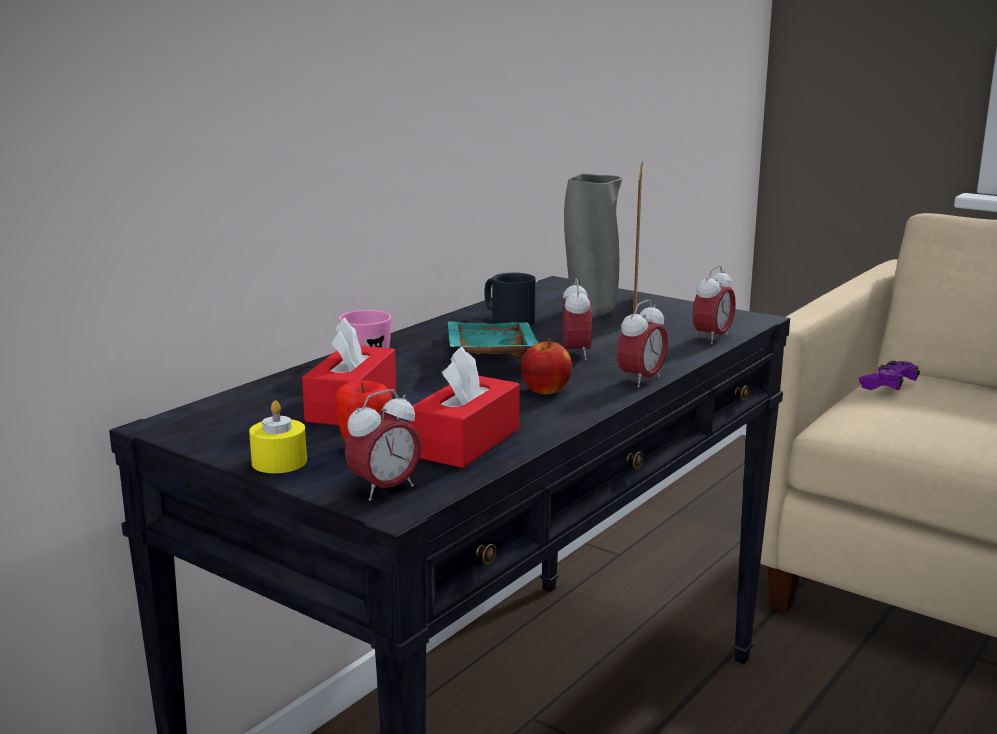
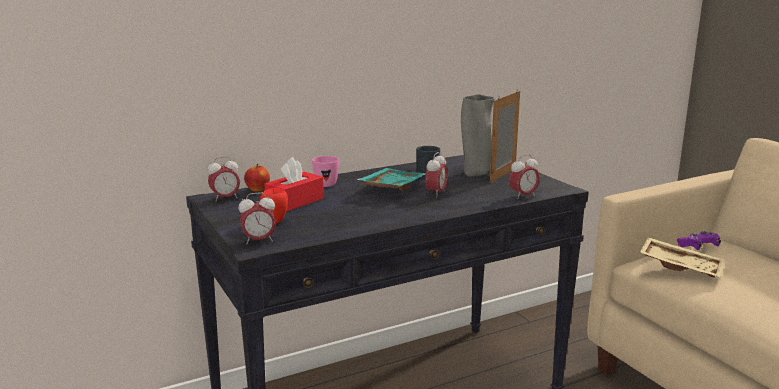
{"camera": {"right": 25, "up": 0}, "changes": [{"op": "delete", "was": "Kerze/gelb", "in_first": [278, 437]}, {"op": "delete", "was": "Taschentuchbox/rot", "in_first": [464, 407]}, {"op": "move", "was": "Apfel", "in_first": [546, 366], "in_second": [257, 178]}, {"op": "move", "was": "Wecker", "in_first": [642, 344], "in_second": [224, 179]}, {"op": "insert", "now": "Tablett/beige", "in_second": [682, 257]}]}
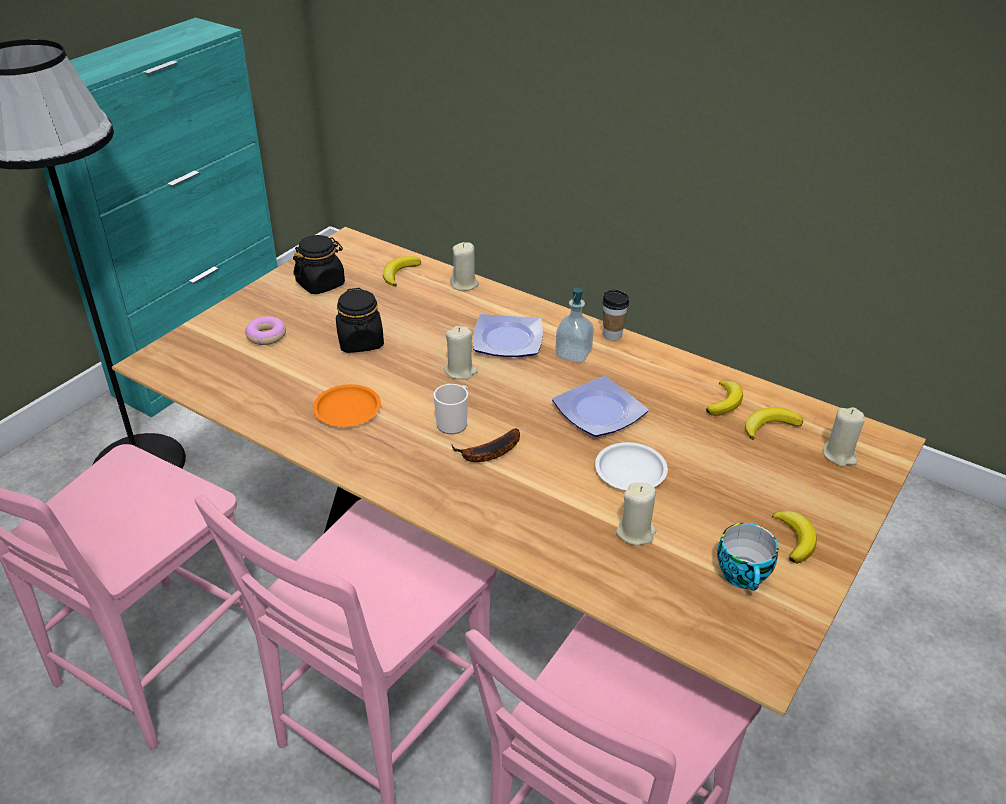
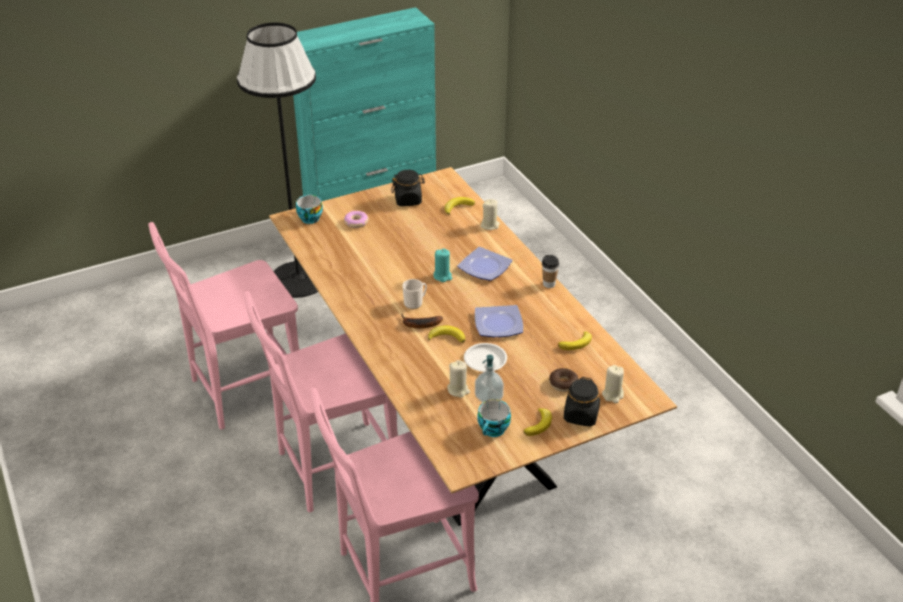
{"camera": {"right": 30, "up": 0}, "changes": [{"op": "delete", "was": "Teller/orange", "in_first": [347, 405]}, {"op": "move", "was": "Vorratsglas/schwarz", "in_first": [360, 320], "in_second": [582, 402]}, {"op": "recolor", "was": "Kerze/beige", "now": "Kerze/türkis", "in_first": [461, 353], "in_second": [443, 265]}, {"op": "move", "was": "Seifenspender", "in_first": [574, 325], "in_second": [489, 379]}, {"op": "move", "was": "Banane", "in_first": [774, 423], "in_second": [446, 334]}, {"op": "insert", "now": "Tasse", "in_second": [309, 209]}, {"op": "insert", "now": "Donut", "in_second": [564, 380]}]}
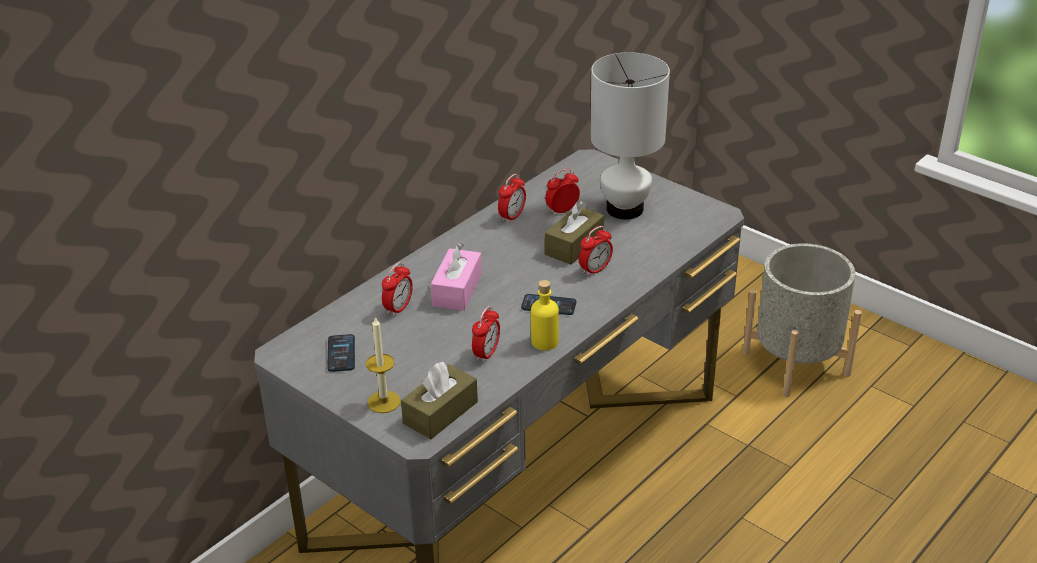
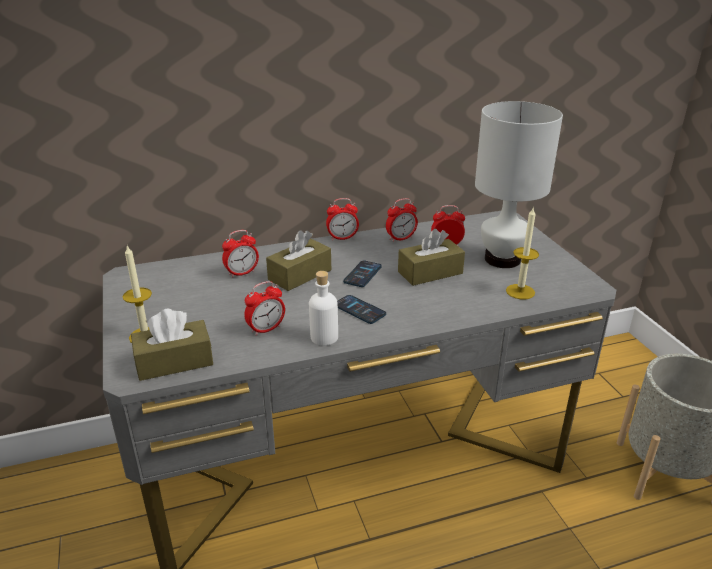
{"camera": {"right": 30, "up": -5}, "changes": [{"op": "move", "was": "Handy", "in_first": [341, 353], "in_second": [362, 273]}, {"op": "recolor", "was": "Taschentuchbox/rosa", "now": "Taschentuchbox/braun", "in_first": [456, 277], "in_second": [298, 261]}, {"op": "recolor", "was": "Flasche/gelb", "now": "Flasche/weiß", "in_first": [545, 315], "in_second": [323, 308]}, {"op": "move", "was": "Wecker", "in_first": [596, 251], "in_second": [342, 219]}, {"op": "insert", "now": "Kerze", "in_second": [522, 253]}]}
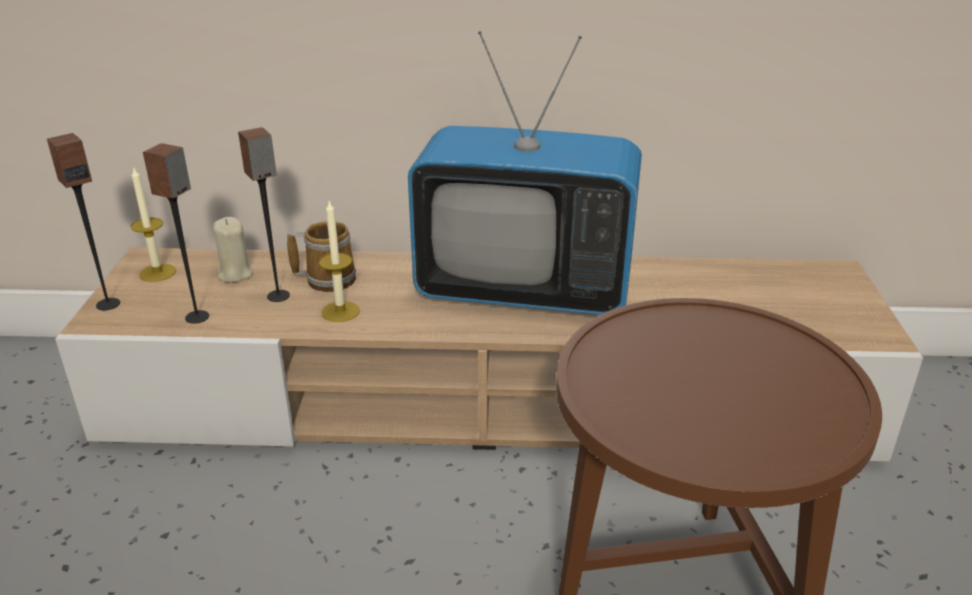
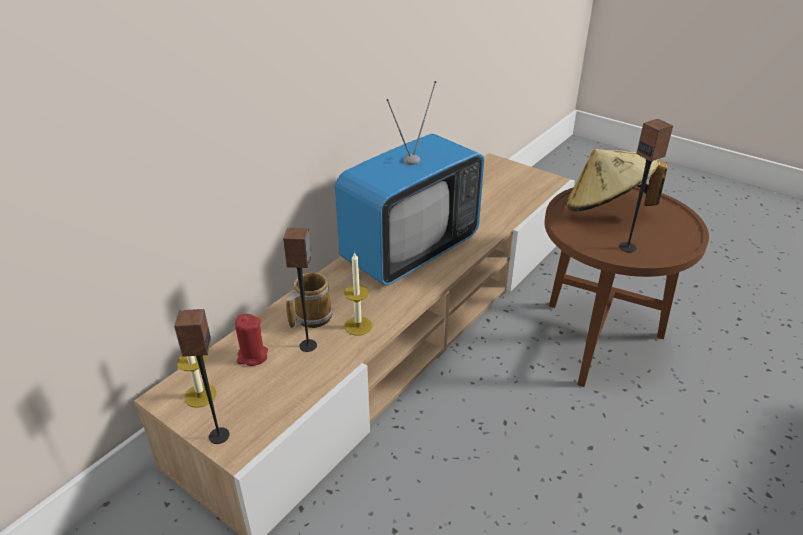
{"camera": {"right": -55, "up": 5}, "changes": [{"op": "move", "was": "Lautsprecher", "in_first": [176, 233], "in_second": [646, 185]}, {"op": "recolor", "was": "Kerze/beige", "now": "Kerze/rot", "in_first": [233, 250], "in_second": [251, 340]}, {"op": "insert", "now": "Hut/beige", "in_second": [617, 180]}]}
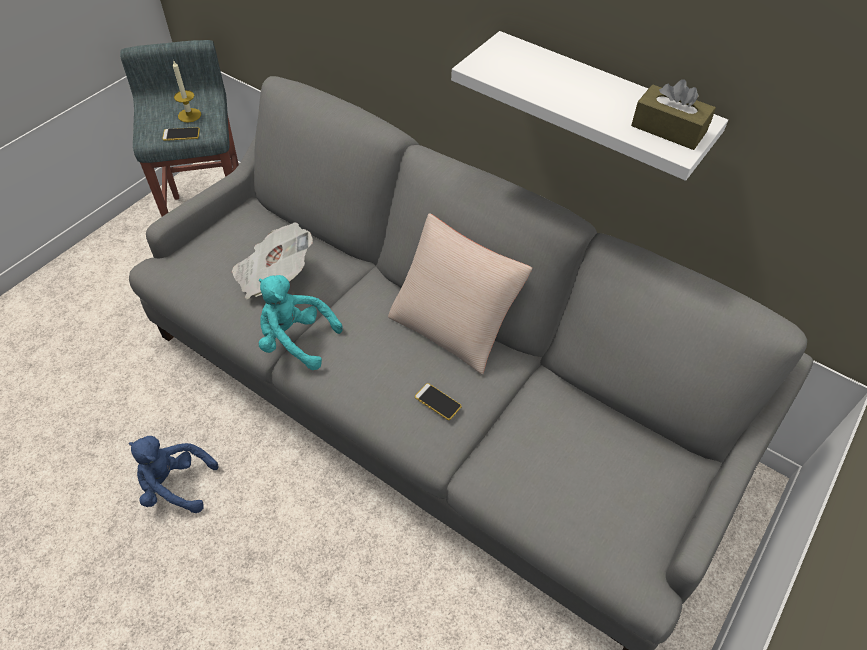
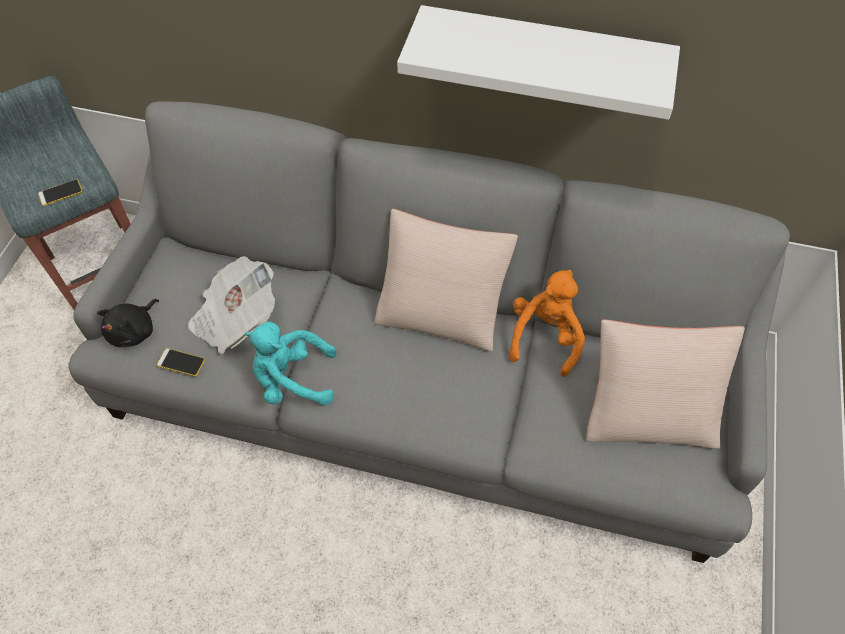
{"camera": {"right": -20, "up": 5}, "changes": [{"op": "delete", "was": "Plüschtier/blau", "in_first": [174, 474]}, {"op": "delete", "was": "Kerze", "in_first": [187, 91]}, {"op": "move", "was": "Handy", "in_first": [438, 401], "in_second": [181, 362]}, {"op": "delete", "was": "Taschentuchbox/braun", "in_first": [673, 115]}, {"op": "insert", "now": "Plüschtier/schwarz", "in_second": [128, 323]}, {"op": "insert", "now": "Plüschtier/orange", "in_second": [547, 323]}, {"op": "insert", "now": "Kissen/beige", "in_second": [665, 384]}]}
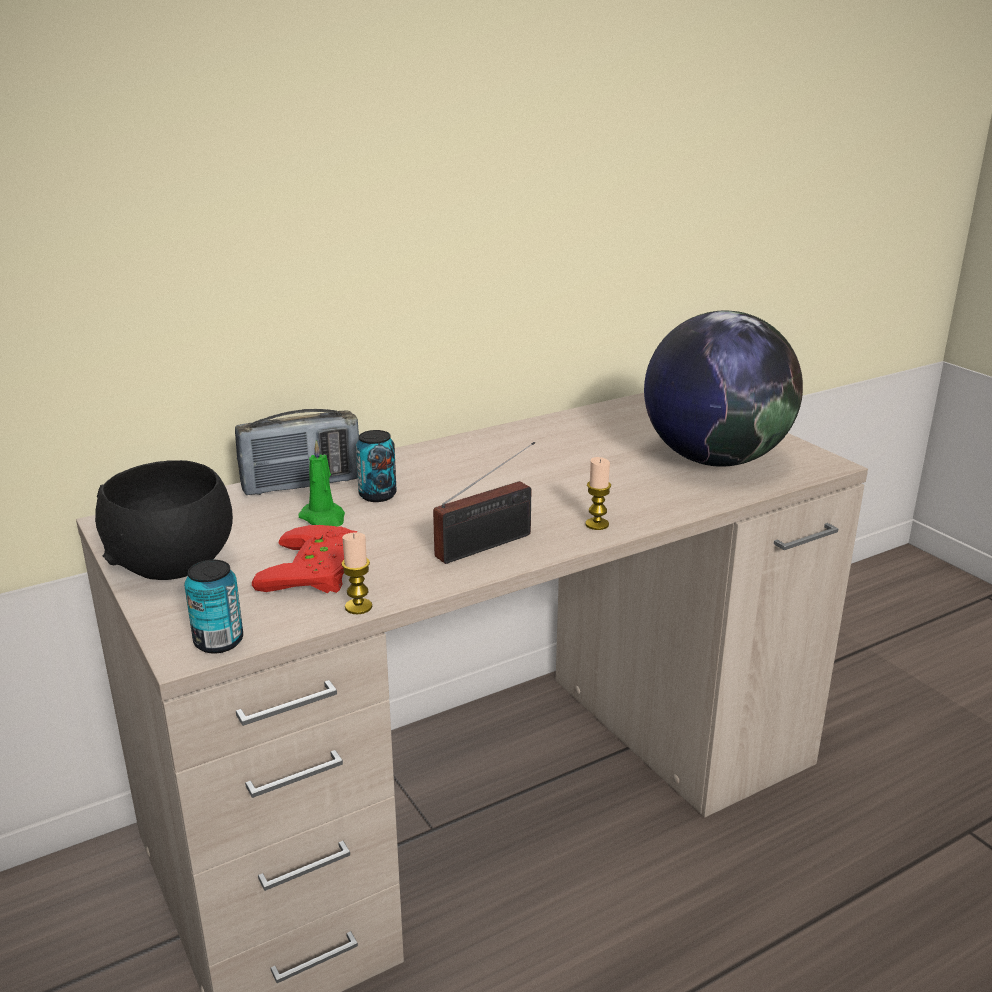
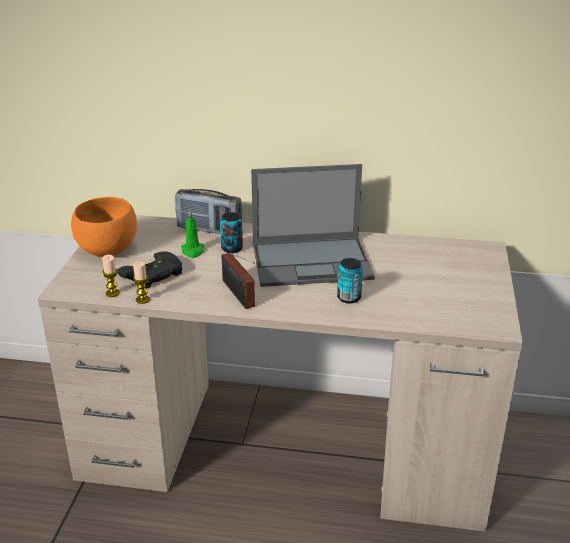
{"camera": {"right": 40, "up": 5}, "changes": [{"op": "recolor", "was": "Schüssel/schwarz", "now": "Schüssel/orange", "in_first": [164, 520], "in_second": [104, 227]}, {"op": "move", "was": "Dose", "in_first": [213, 607], "in_second": [350, 280]}, {"op": "recolor", "was": "Gamepad/rot", "now": "Gamepad/schwarz", "in_first": [304, 559], "in_second": [149, 270]}, {"op": "rotate", "was": "Radio", "in_first": [484, 503], "in_second": [238, 281], "clockwise": 60}, {"op": "move", "was": "Kerze", "in_first": [598, 493], "in_second": [111, 276]}, {"op": "delete", "was": "Globus", "in_first": [723, 388]}, {"op": "insert", "now": "Laptop", "in_second": [313, 225]}]}
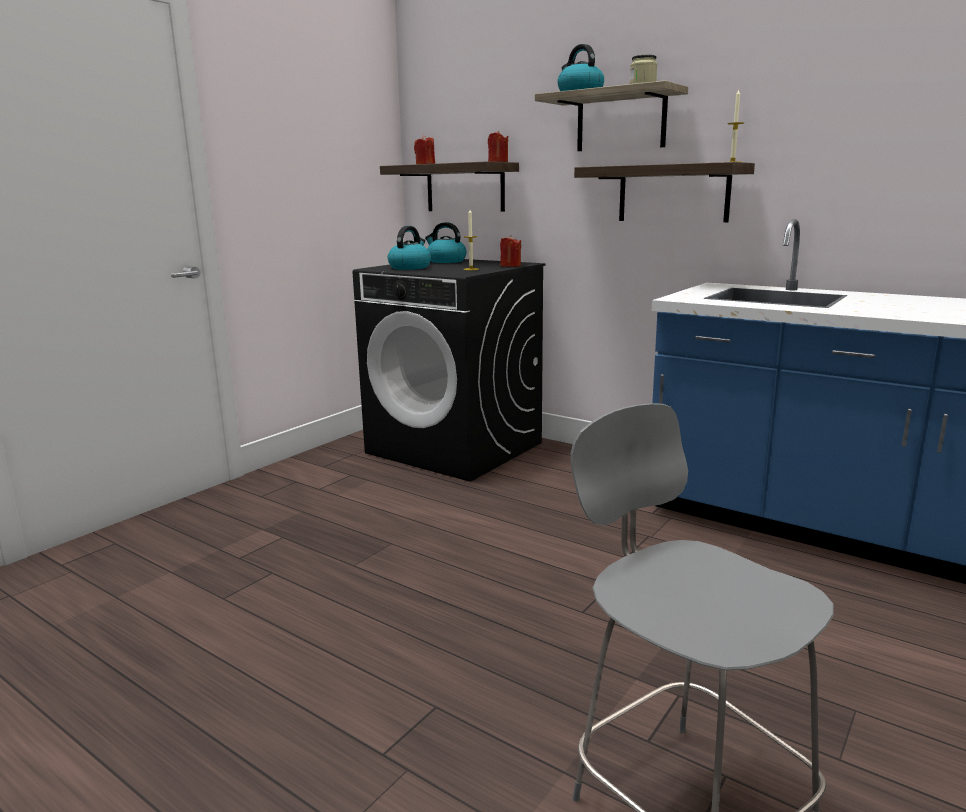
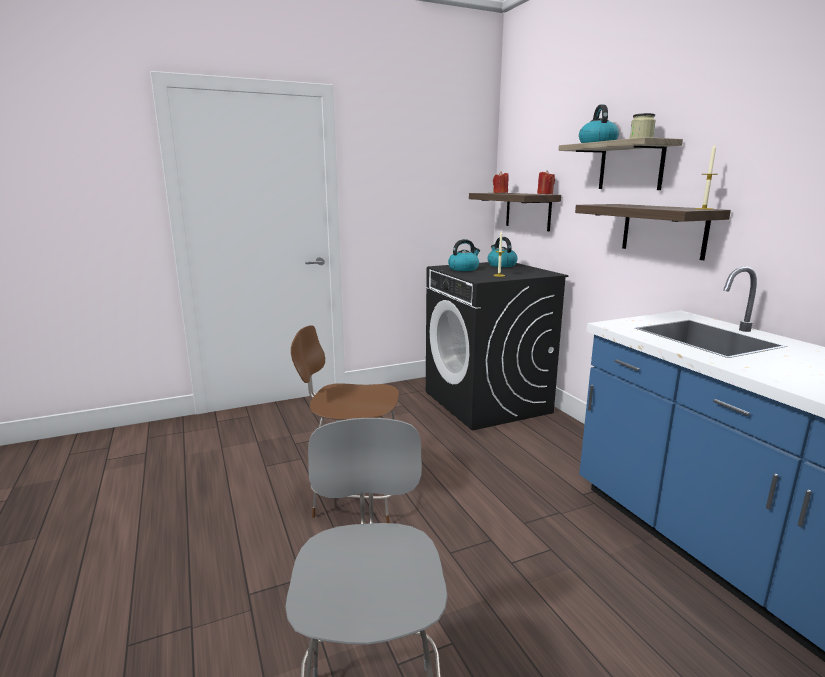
{"camera": {"right": 30, "up": 0}, "changes": [{"op": "delete", "was": "Kerze/rot", "in_first": [510, 251]}, {"op": "insert", "now": "Stuhl/braun", "in_second": [345, 424]}]}
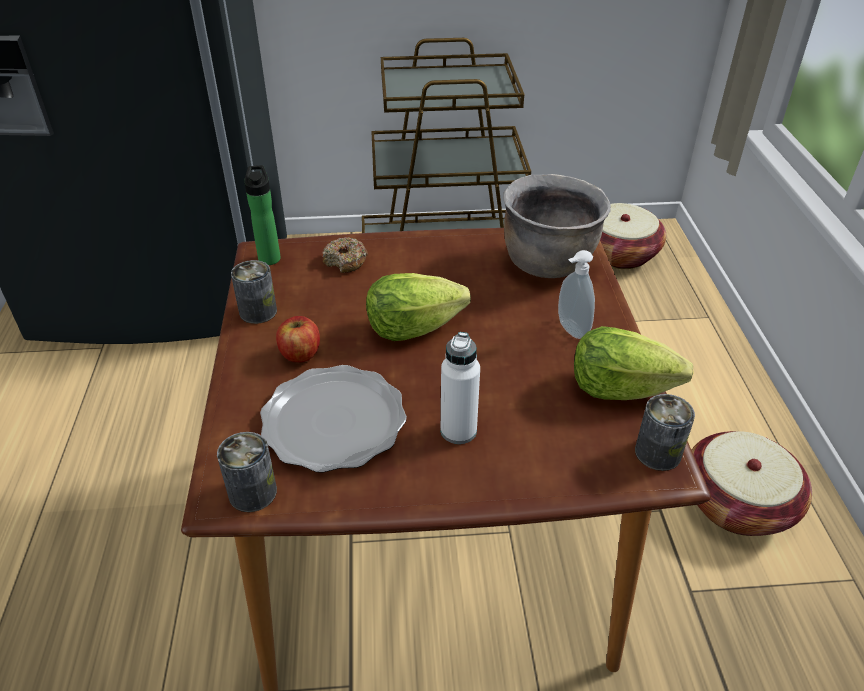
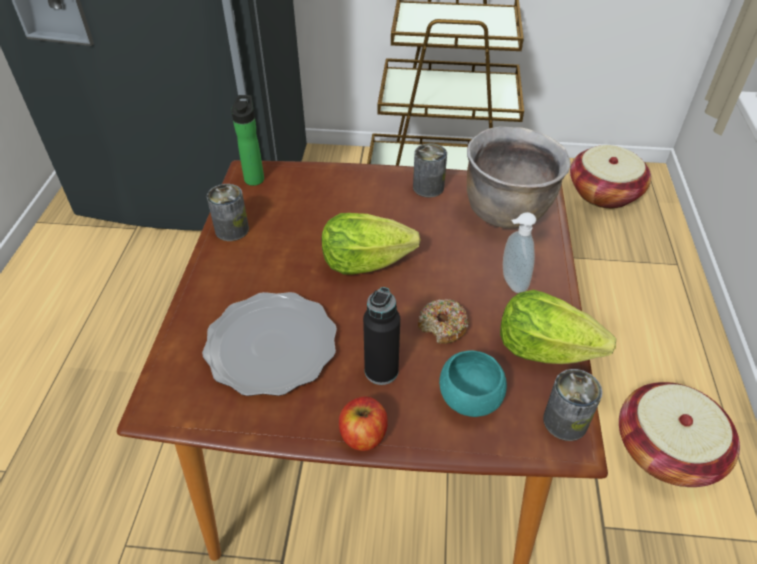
{"camera": {"right": 10, "up": 5}, "changes": [{"op": "move", "was": "Dose", "in_first": [247, 472], "in_second": [430, 170]}, {"op": "move", "was": "Apfel", "in_first": [298, 339], "in_second": [363, 423]}, {"op": "move", "was": "Donut", "in_first": [345, 255], "in_second": [444, 321]}, {"op": "recolor", "was": "Flasche/weiß", "now": "Flasche/schwarz", "in_first": [460, 388], "in_second": [381, 336]}, {"op": "insert", "now": "Schüssel/türkis", "in_second": [473, 383]}]}
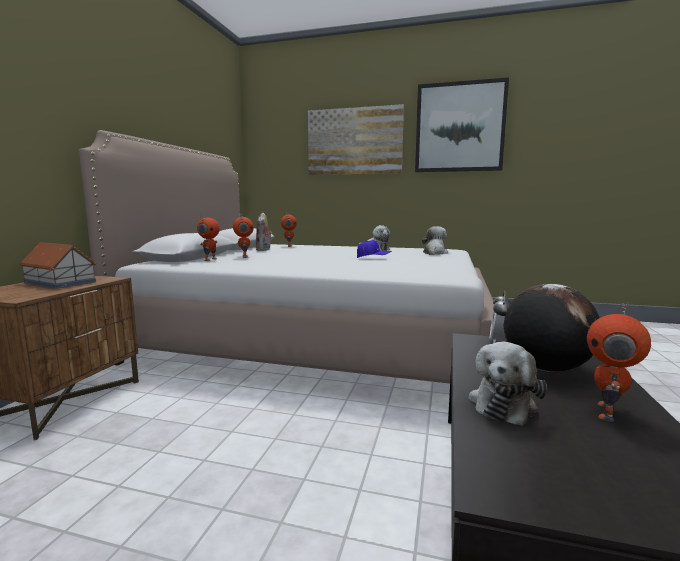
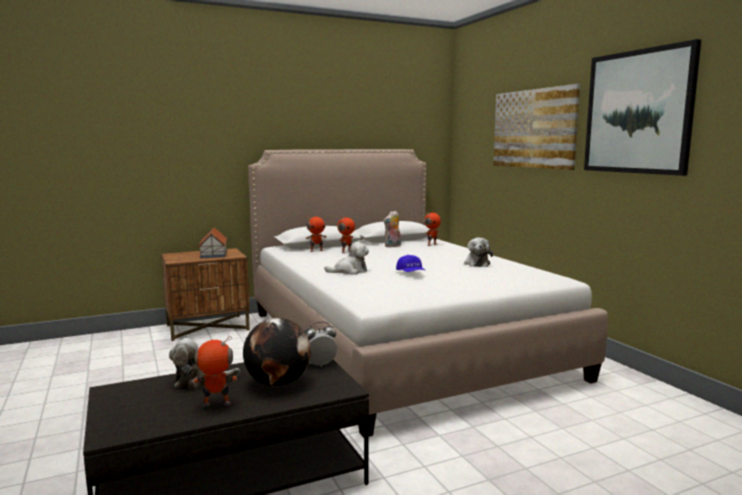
{"camera": {"right": 50, "up": 0}, "changes": [{"op": "move", "was": "Plüschtier", "in_first": [435, 240], "in_second": [346, 258]}]}
